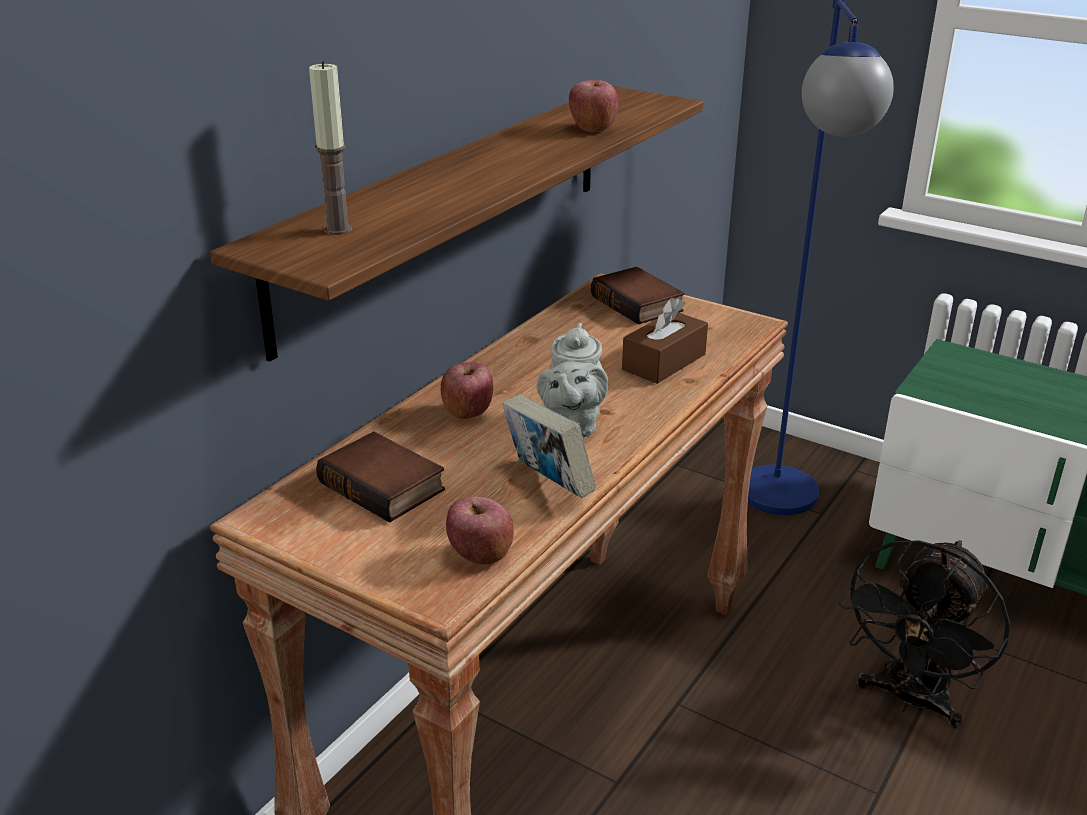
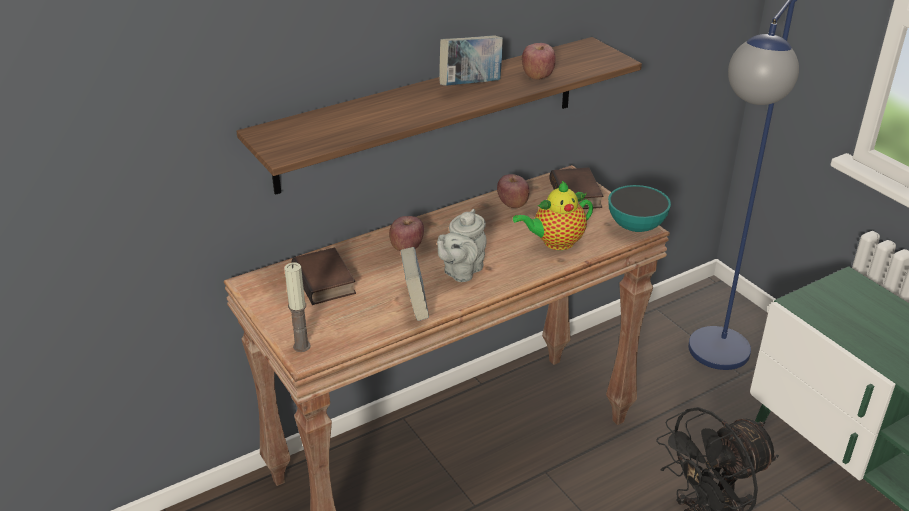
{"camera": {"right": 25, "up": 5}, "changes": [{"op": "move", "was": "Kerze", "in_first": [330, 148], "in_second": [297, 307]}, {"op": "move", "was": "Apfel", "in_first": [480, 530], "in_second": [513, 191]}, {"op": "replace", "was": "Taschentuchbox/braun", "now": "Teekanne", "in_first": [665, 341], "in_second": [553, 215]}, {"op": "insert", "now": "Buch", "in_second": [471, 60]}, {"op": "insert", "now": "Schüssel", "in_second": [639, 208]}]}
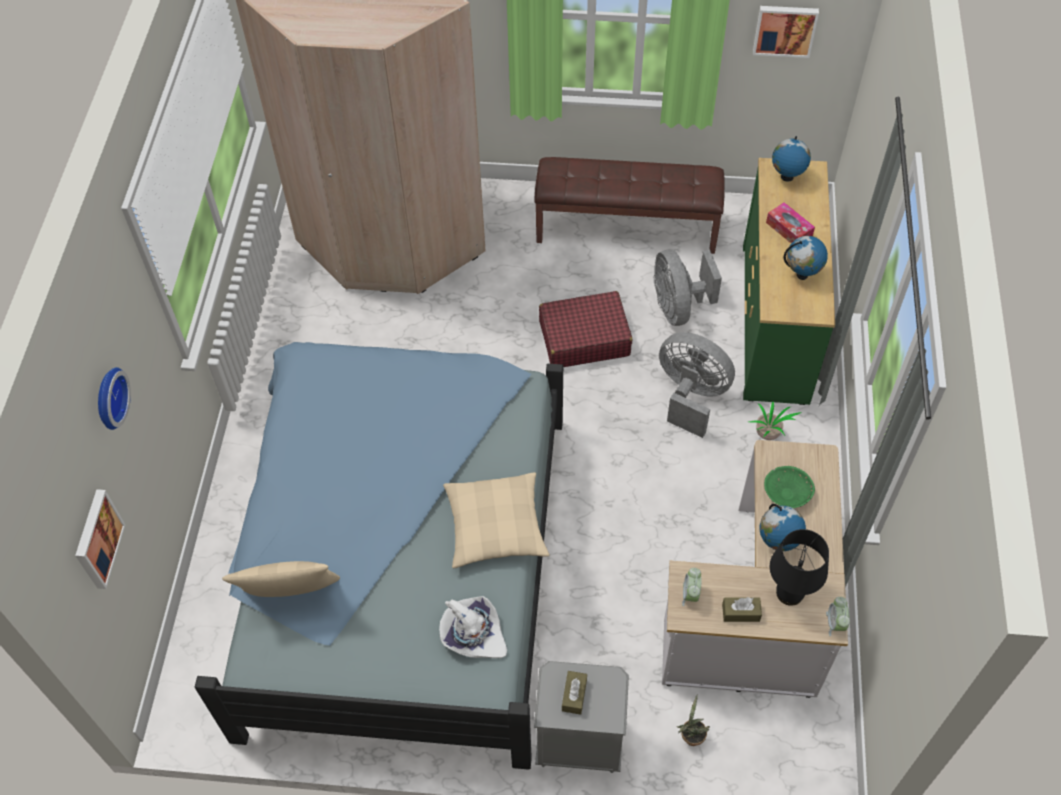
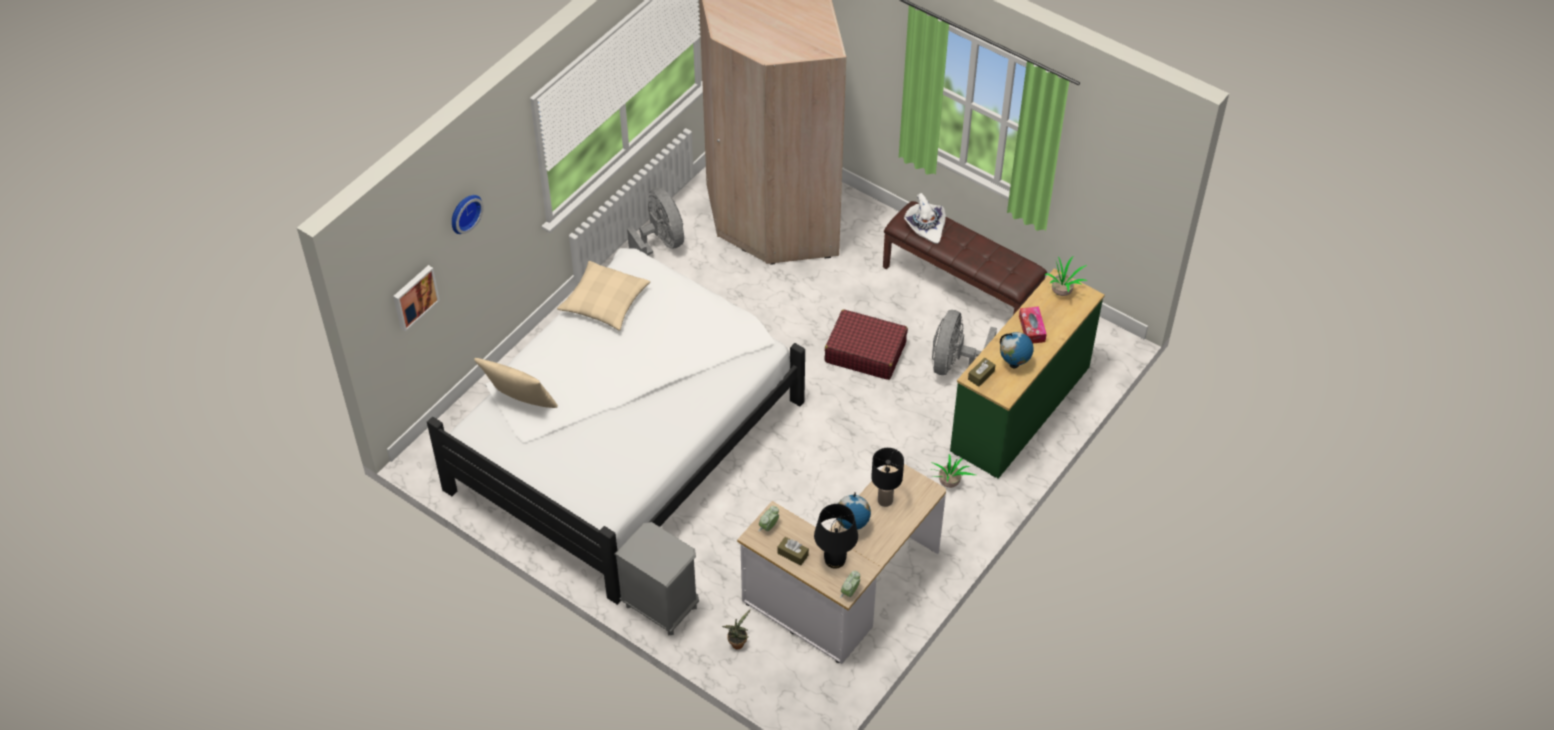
{"camera": {"right": 30, "up": -5}, "changes": [{"op": "recolor", "was": "Bett/blau", "now": "Bett/weiß", "in_first": [378, 556], "in_second": [616, 426]}, {"op": "move", "was": "Hut/weiß", "in_first": [473, 627], "in_second": [925, 218]}, {"op": "move", "was": "Kissen/beige", "in_first": [496, 520], "in_second": [603, 296]}, {"op": "move", "was": "Taschentuchbox/braun", "in_first": [574, 693], "in_second": [981, 372]}, {"op": "move", "was": "Ventilator/grau", "in_first": [697, 385], "in_second": [655, 221]}, {"op": "delete", "was": "Bild", "in_first": [786, 32]}, {"op": "replace", "was": "Schüssel/grün", "now": "Tischlampe/schwarz", "in_first": [789, 487], "in_second": [887, 477]}, {"op": "replace", "was": "Globus", "now": "Topfpflanze", "in_first": [791, 159], "in_second": [1066, 276]}]}
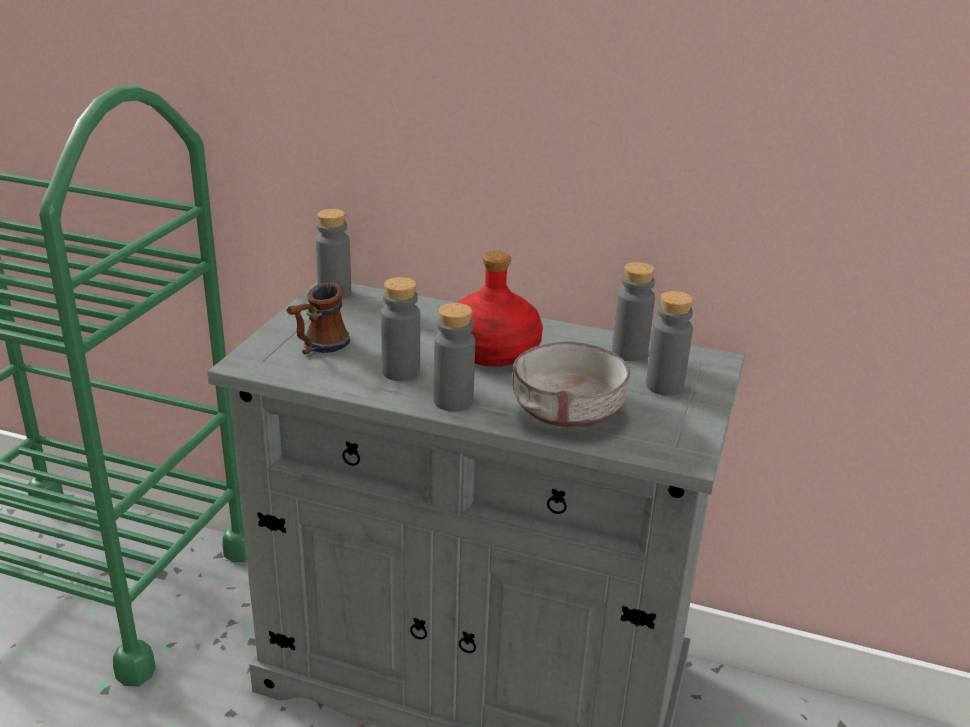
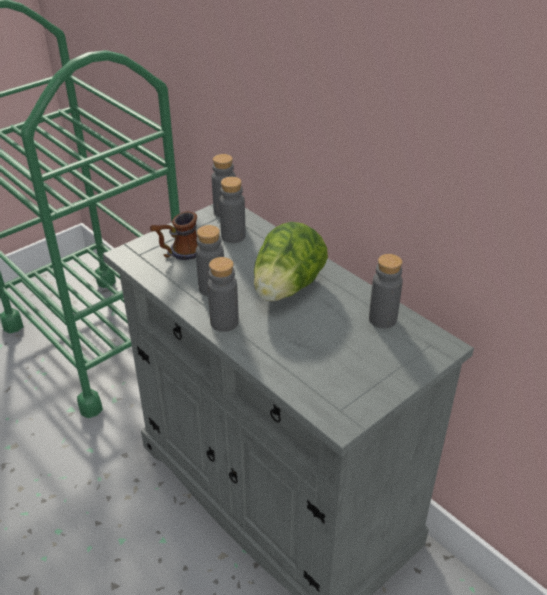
{"camera": {"right": 30, "up": 10}, "changes": [{"op": "replace", "was": "Flasche/rot", "now": "Salatkopf", "in_first": [500, 309], "in_second": [291, 261]}, {"op": "delete", "was": "Schüssel/grau", "in_first": [571, 384]}, {"op": "move", "was": "Flasche/grau", "in_first": [669, 343], "in_second": [232, 210]}]}
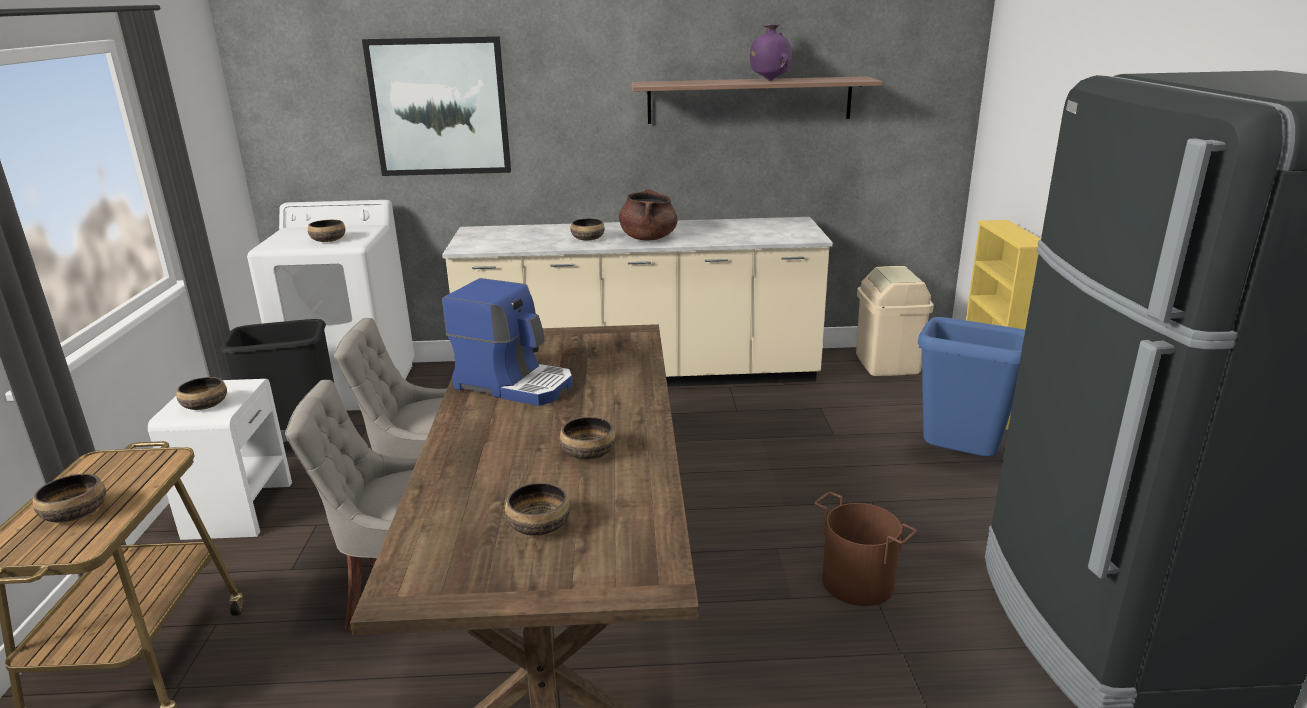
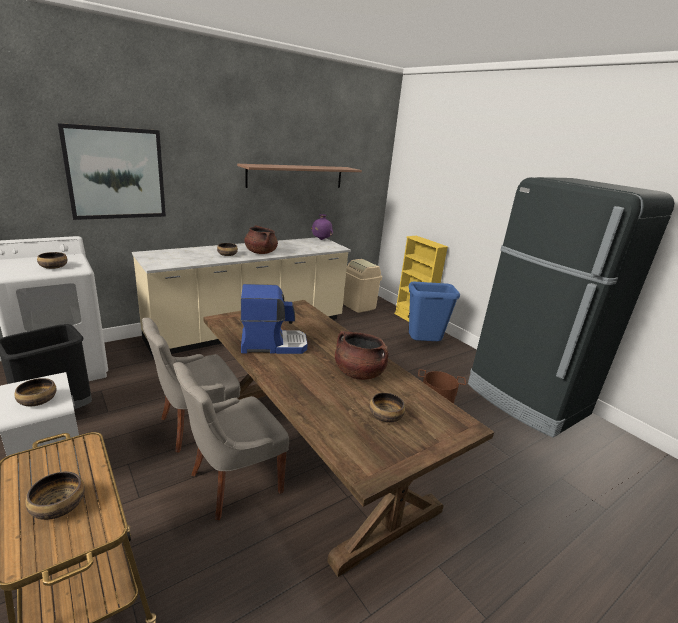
{"camera": {"right": -35, "up": 0}, "changes": [{"op": "replace", "was": "Schüssel", "now": "Kochtopf/braun", "in_first": [588, 438], "in_second": [362, 355]}, {"op": "move", "was": "Vase/lila", "in_first": [771, 52], "in_second": [322, 227]}]}
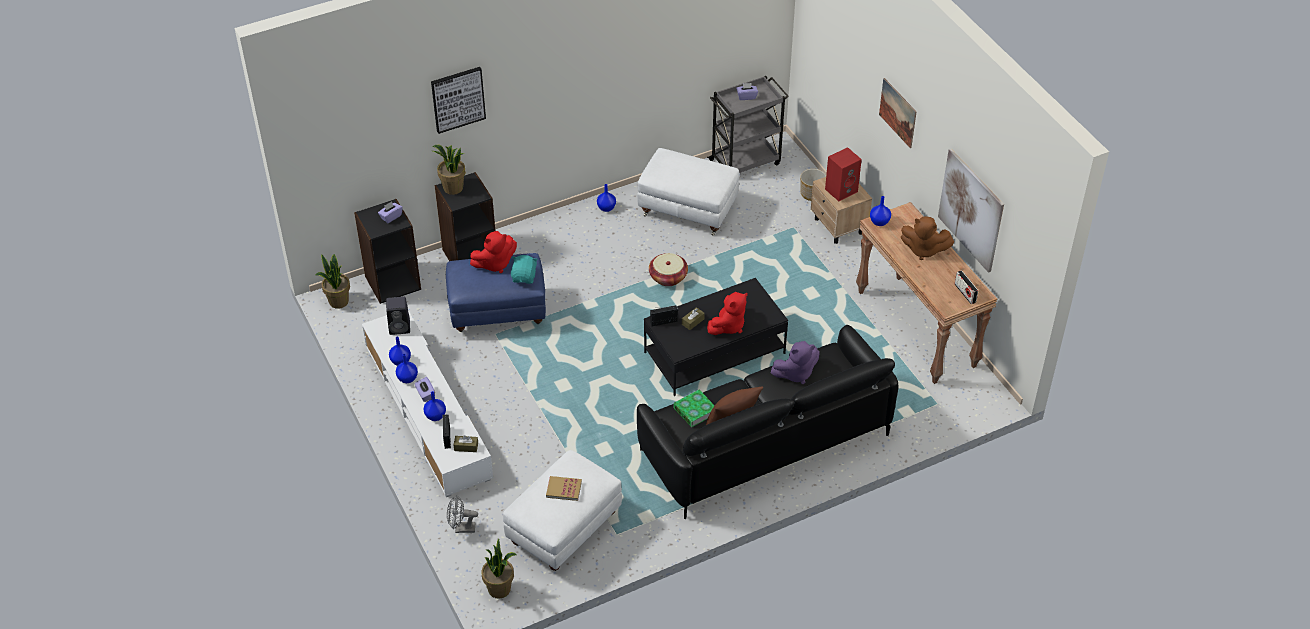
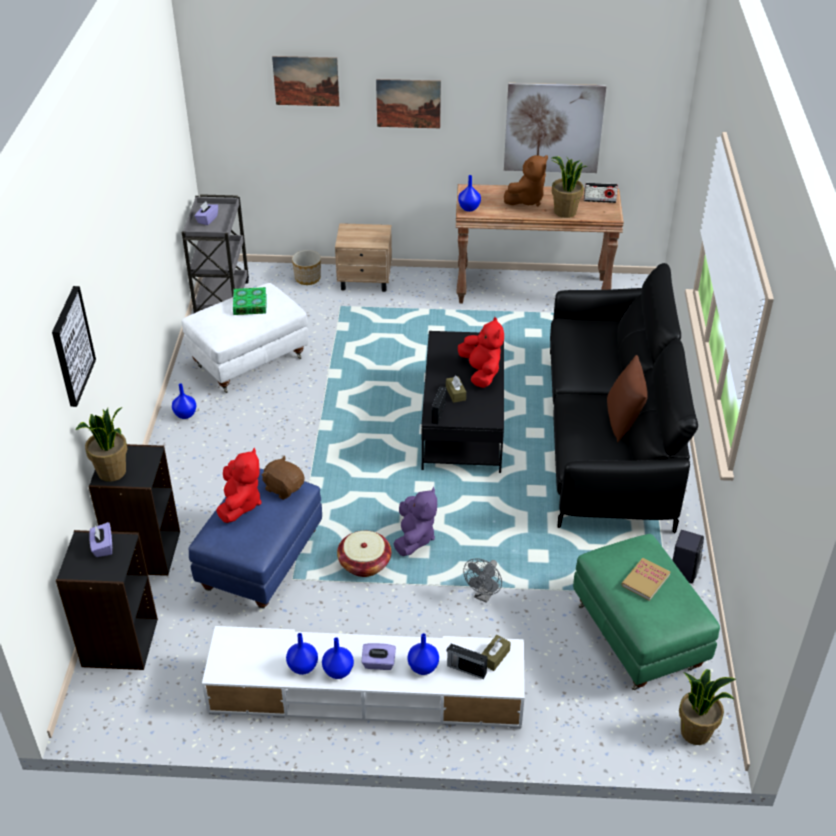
{"camera": {"right": -60, "up": -5}, "changes": [{"op": "move", "was": "Topfpflanze", "in_first": [333, 281], "in_second": [570, 187]}, {"op": "move", "was": "Lautsprecher/schwarz", "in_first": [398, 316], "in_second": [688, 557]}, {"op": "move", "was": "Ventilator/grau", "in_first": [462, 514], "in_second": [482, 580]}, {"op": "recolor", "was": "Polsterhocker/weiß", "now": "Polsterhocker/grün", "in_first": [562, 510], "in_second": [646, 612]}, {"op": "recolor", "was": "Plüschtier/türkis", "now": "Plüschtier/braun", "in_first": [524, 269], "in_second": [282, 478]}, {"op": "move", "was": "Korb", "in_first": [668, 269], "in_second": [364, 554]}, {"op": "move", "was": "Buch", "in_first": [694, 408], "in_second": [250, 301]}, {"op": "move", "was": "Plüschtier/lila", "in_first": [795, 362], "in_second": [415, 521]}, {"op": "delete", "was": "Lautsprecher/rot", "in_first": [843, 174]}, {"op": "insert", "now": "Bild", "in_second": [305, 81]}]}
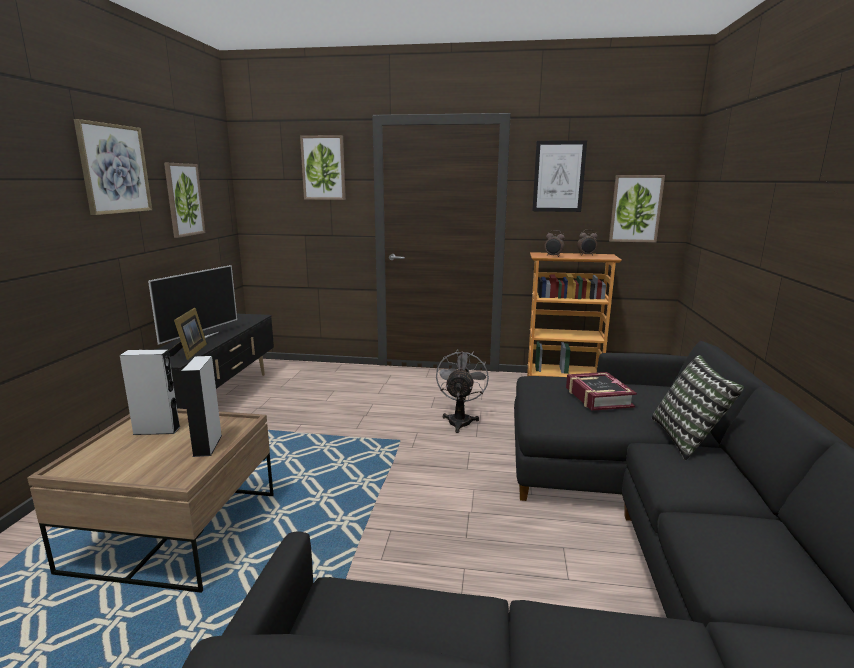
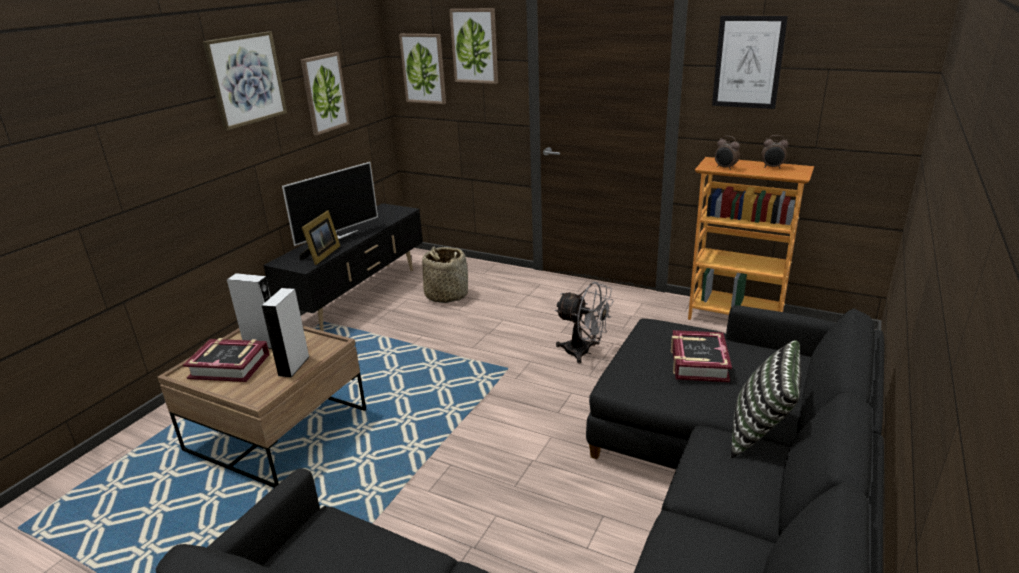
{"camera": {"right": 20, "up": 10}, "changes": [{"op": "rotate", "was": "Ventilator/grau", "in_first": [462, 391], "in_second": [584, 322], "clockwise": 90}, {"op": "move", "was": "Bild", "in_first": [637, 209], "in_second": [422, 69]}, {"op": "insert", "now": "Buch", "in_second": [226, 360]}, {"op": "insert", "now": "Korb", "in_second": [445, 275]}]}
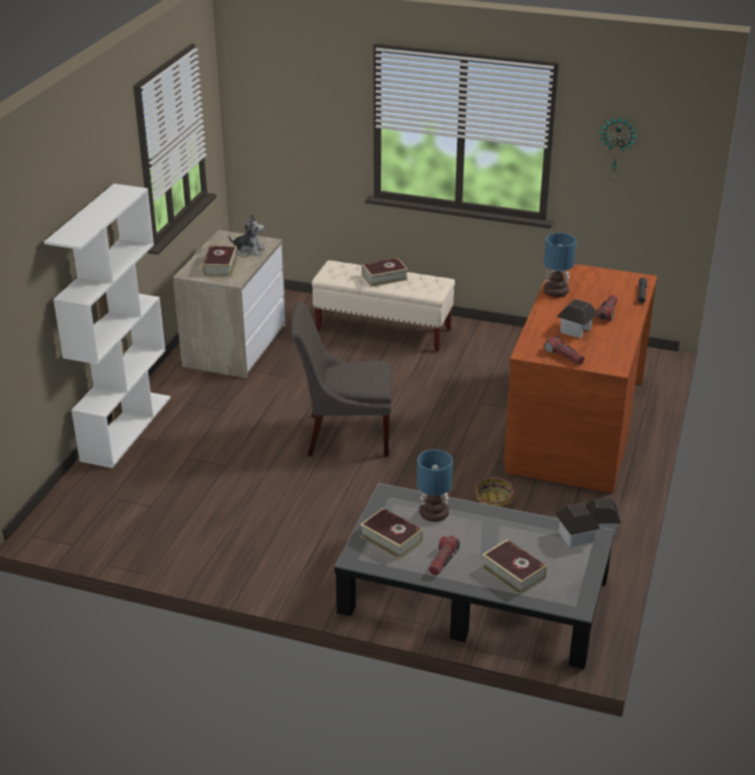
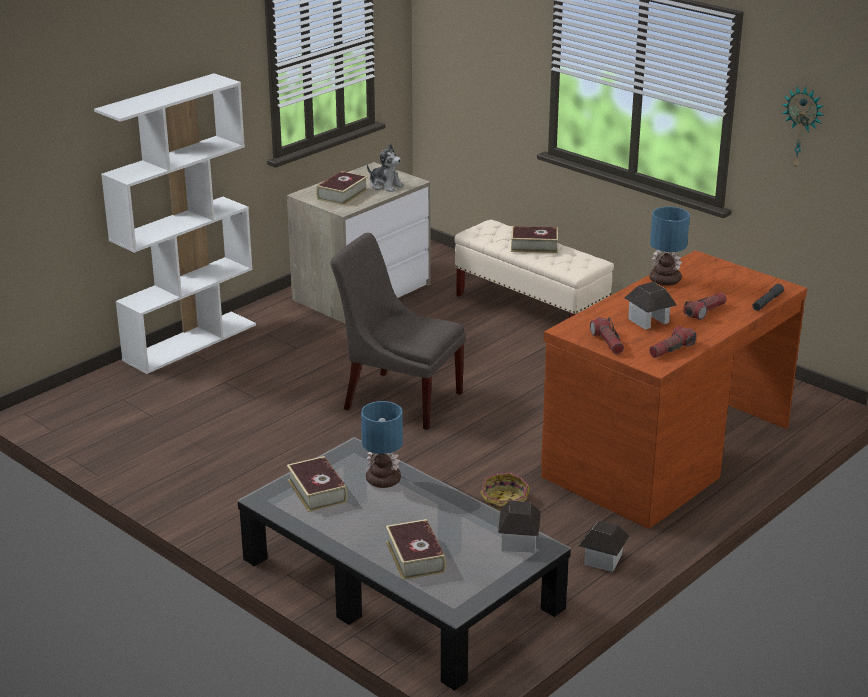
{"camera": {"right": 25, "up": -5}, "changes": [{"op": "move", "was": "Taschenlampe", "in_first": [444, 555], "in_second": [673, 342]}]}
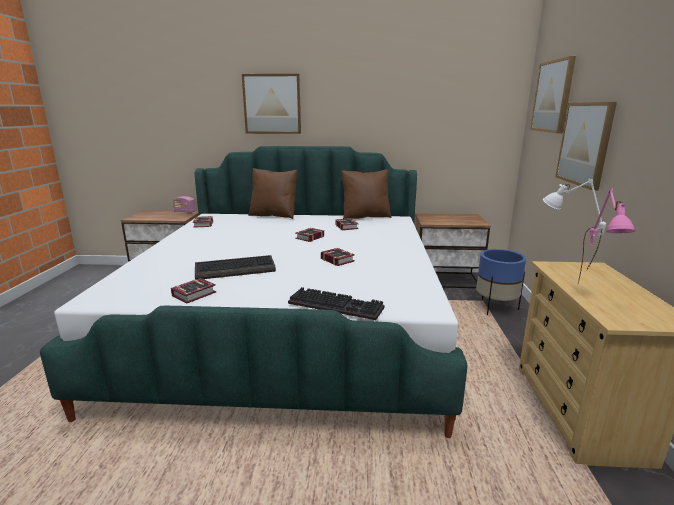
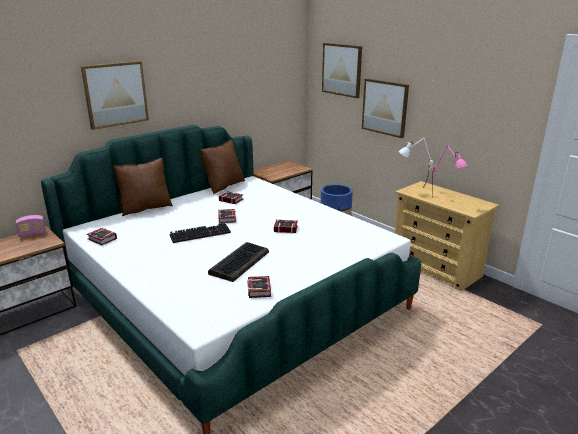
{"camera": {"right": -45, "up": 5}, "changes": [{"op": "move", "was": "Tastatur", "in_first": [336, 303], "in_second": [200, 233]}]}
